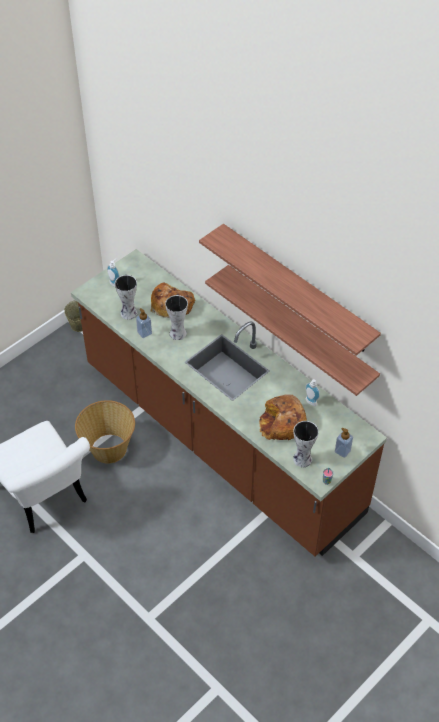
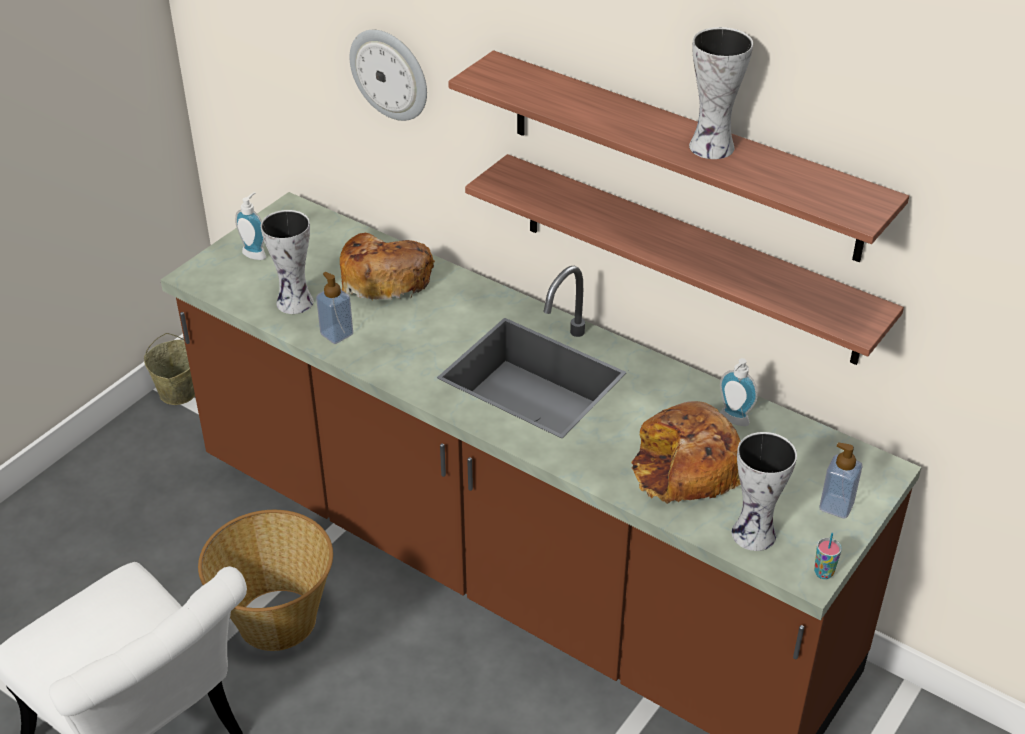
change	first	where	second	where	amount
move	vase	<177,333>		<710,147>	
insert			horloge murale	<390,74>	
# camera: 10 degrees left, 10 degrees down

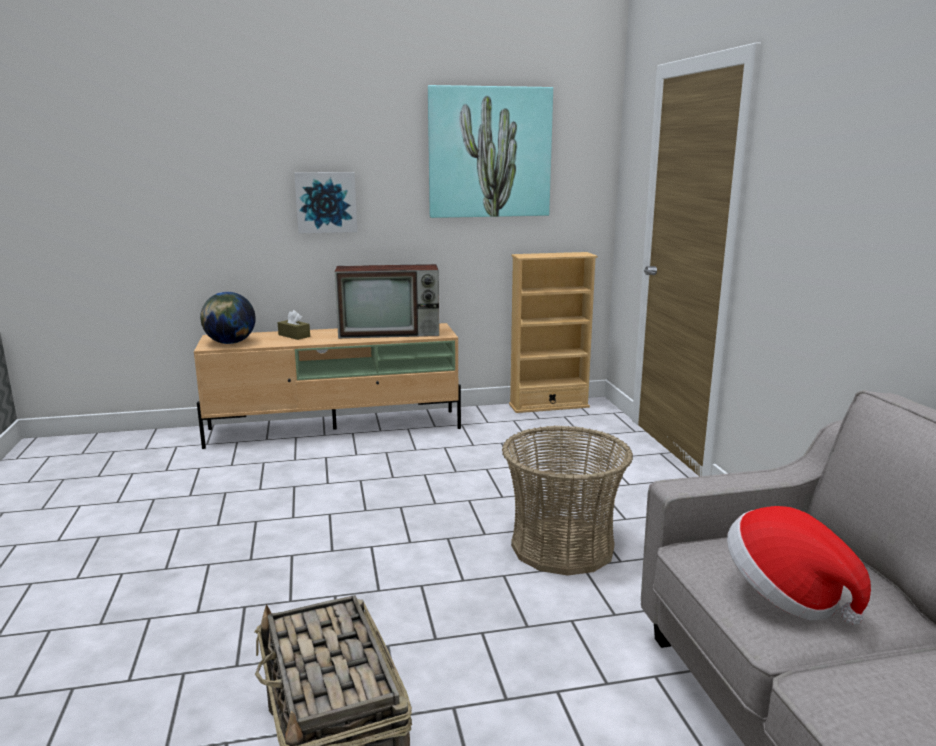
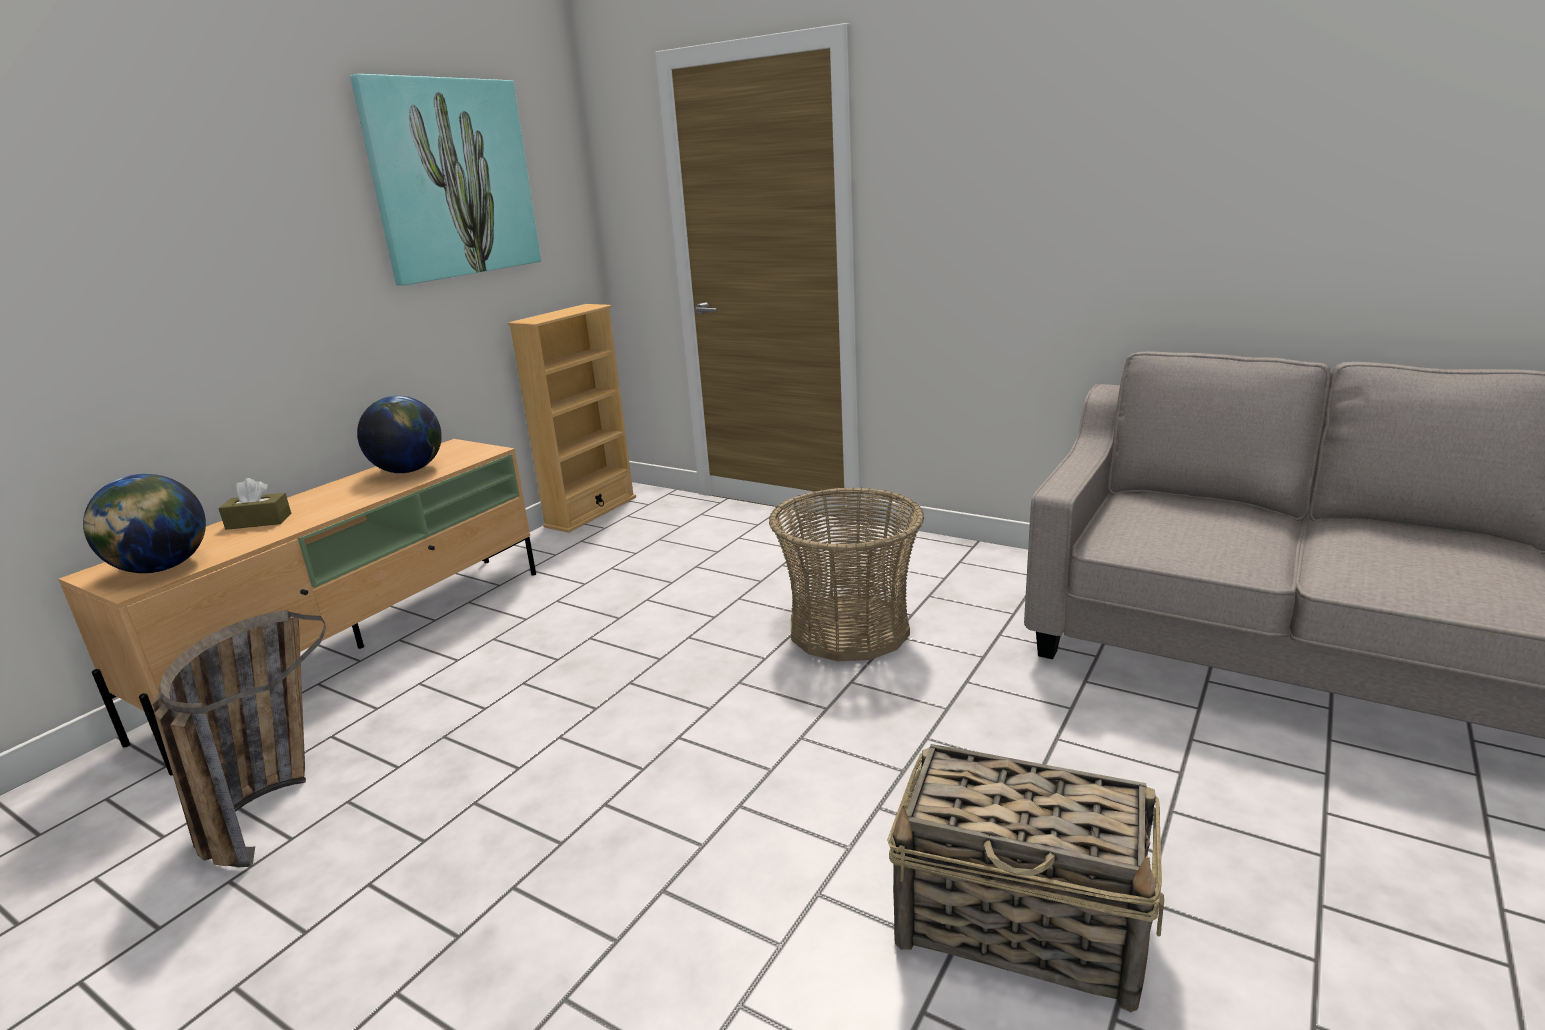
change	first	where	second	where	amount
delete	tableau	<326,202>			
replace	téléviseur	<391,332>	globe	<408,470>	
delete	chapeau	<785,595>			
insert			panier	<271,805>	
# camera: 45 degrees left, 5 degrees up

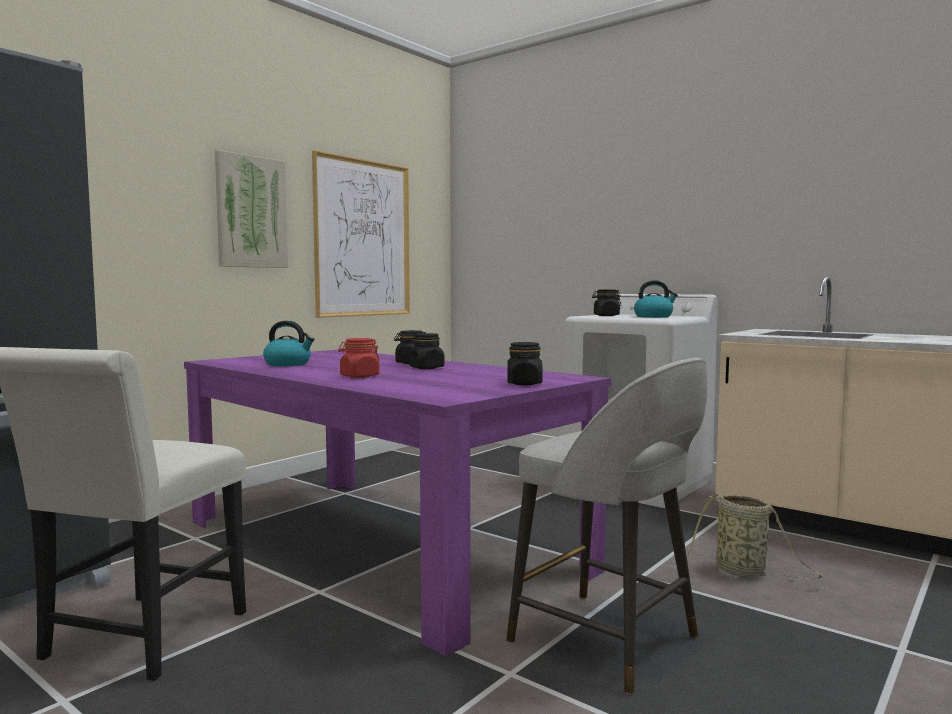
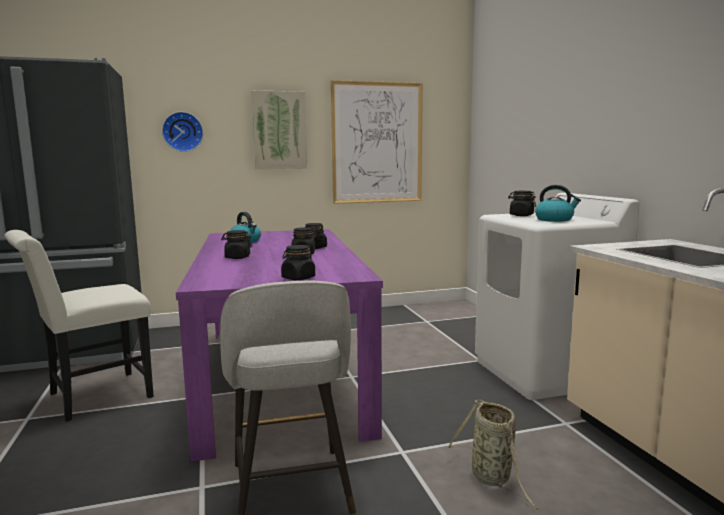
change	first	where	second	where	amount
recolor	bocal (rouge)	<359,376>	bocal (noir)	<237,257>	
insert			horloge murale	<183,132>	
# camera: 35 degrees right, 5 degrees up

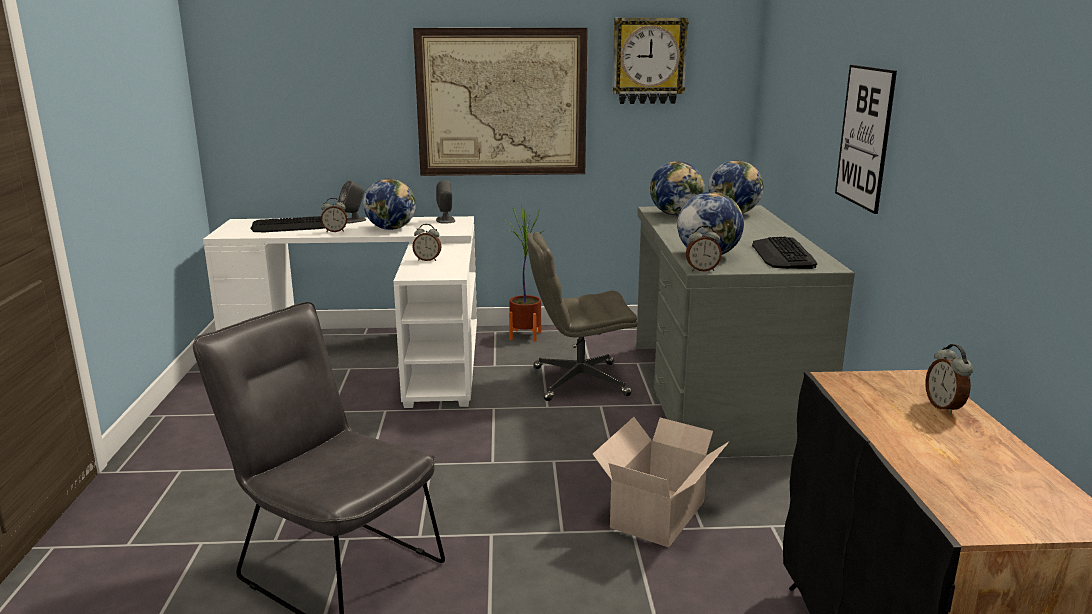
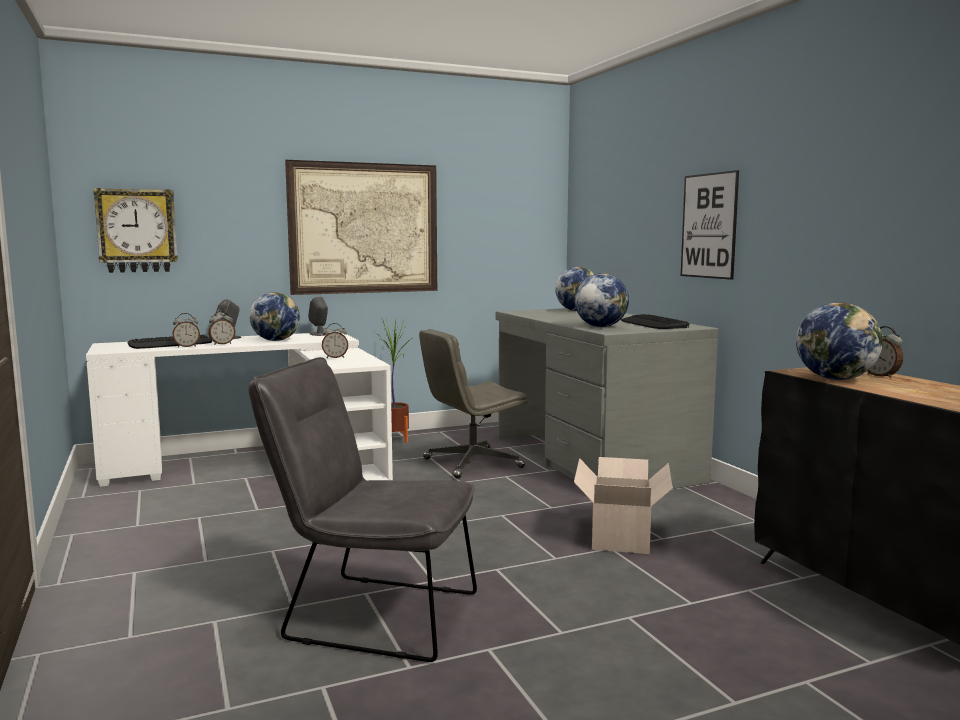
change	first	where	second	where	amount
move	horloge murale	<648,61>		<137,231>	
move	globe	<676,214>		<836,379>	
move	réveil	<702,270>		<187,347>	
# camera: 20 degrees left, 10 degrees down

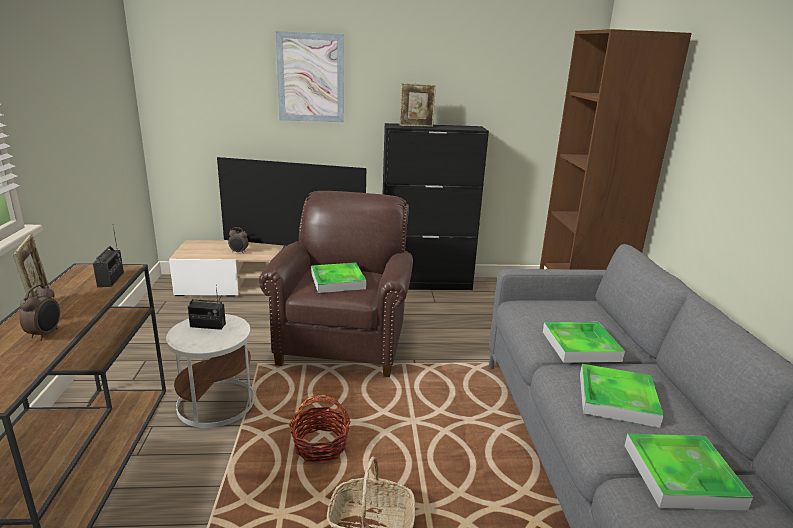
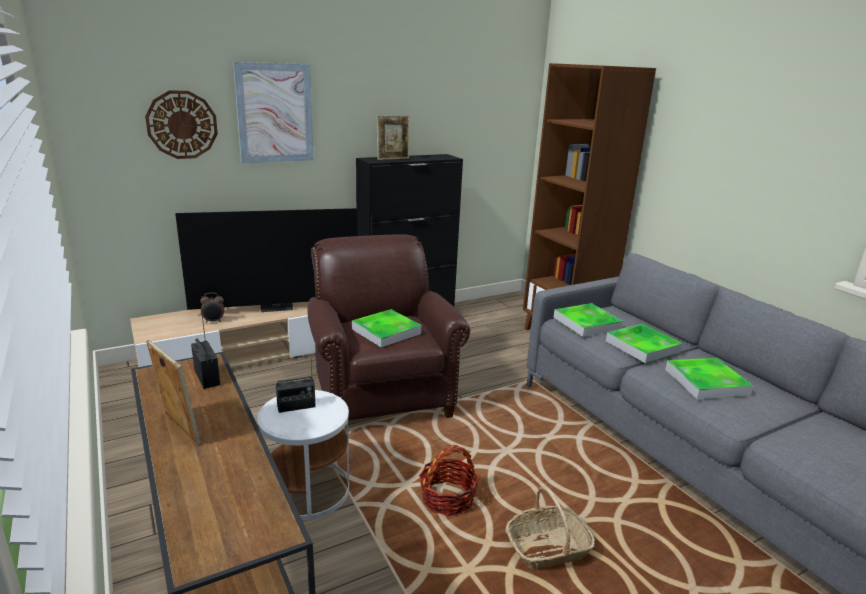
change	first	where	second	where	amount
delete	réveil	<46,334>			
move	plateau	<681,476>		<586,323>	
insert			horloge murale	<182,125>	
# camera: 25 degrees left, 0 degrees up

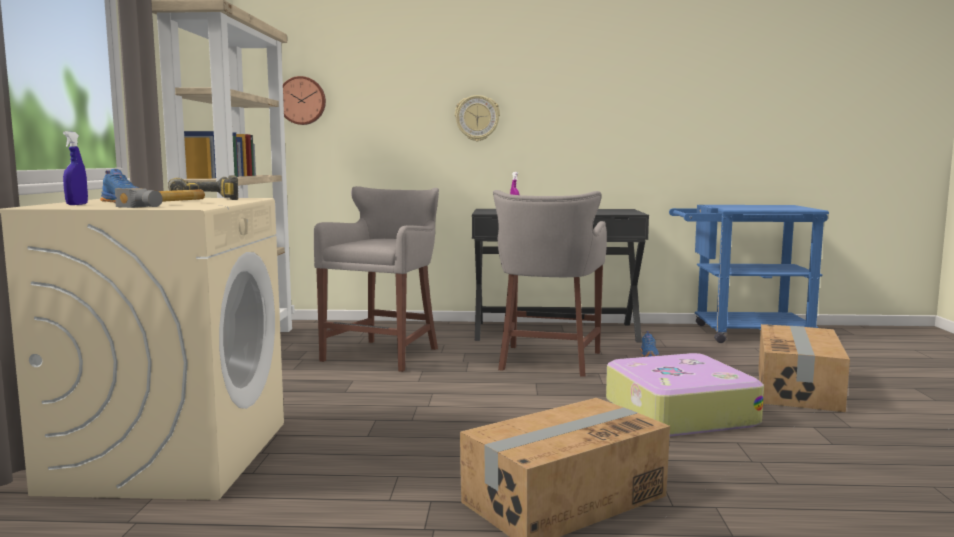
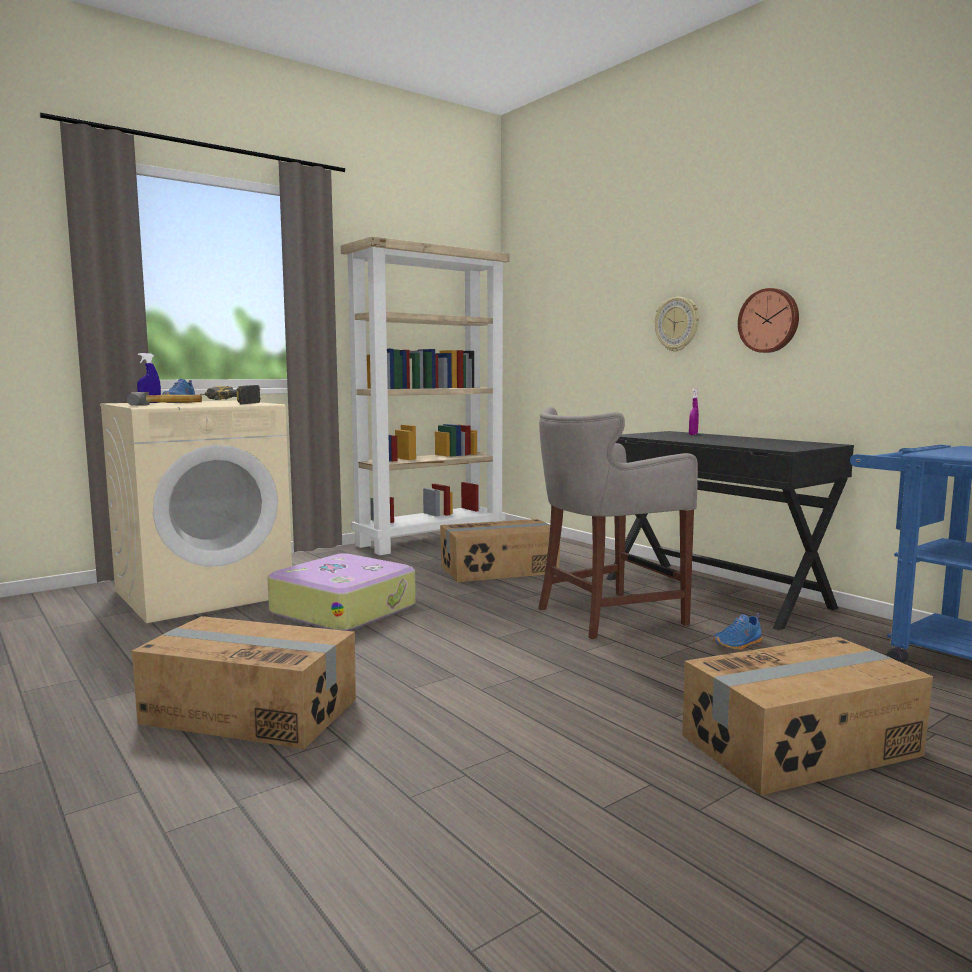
change	first	where	second	where	amount
move	horloge murale	<302,100>		<769,320>	
replace	tabouret (gris)	<384,354>	carton	<499,570>	
move	valise	<678,412>		<344,609>	
# camera: 50 degrees right, 0 degrees up

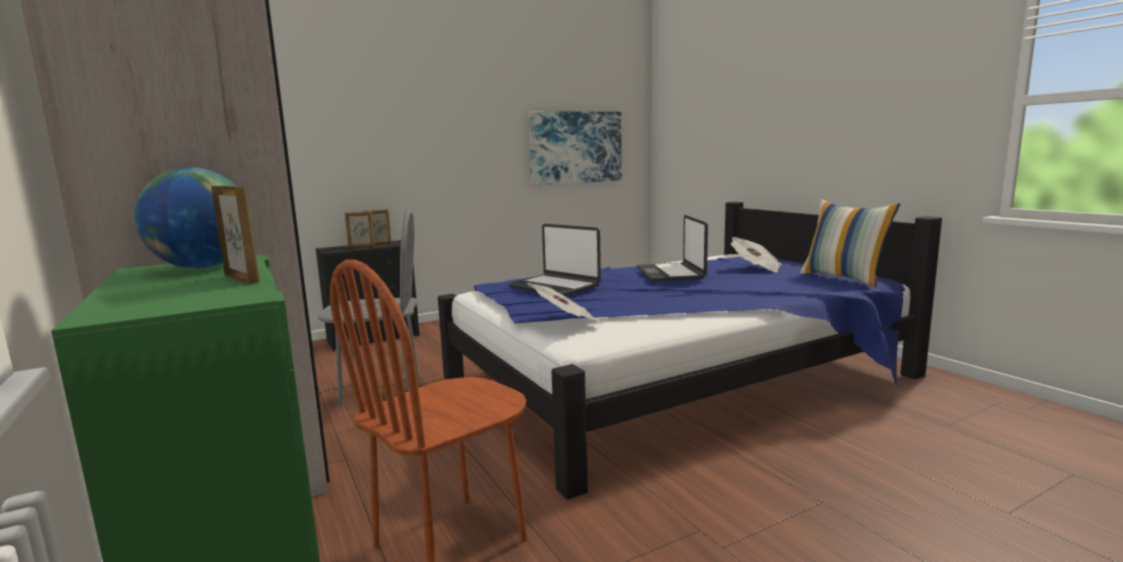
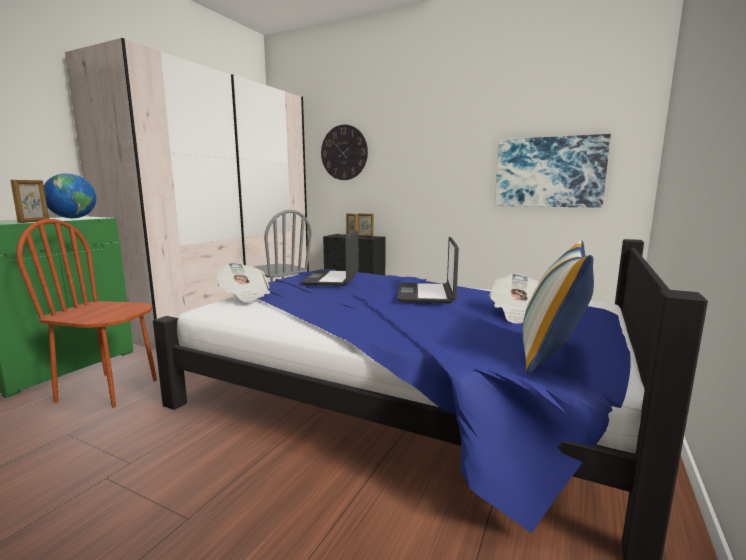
change	first	where	second	where	amount
rotate	ordinateur portable	<671,273>		<426,294>	45 degrees counterclockwise
insert			horloge murale	<344,152>	
# camera: 55 degrees right, 0 degrees up

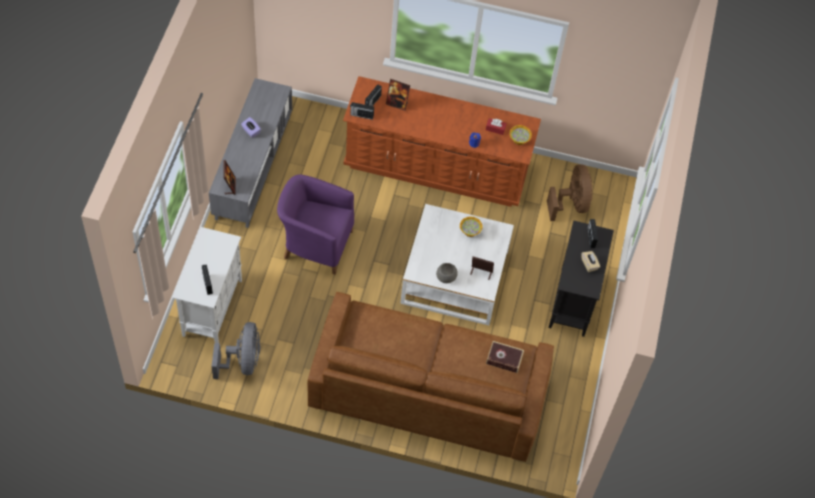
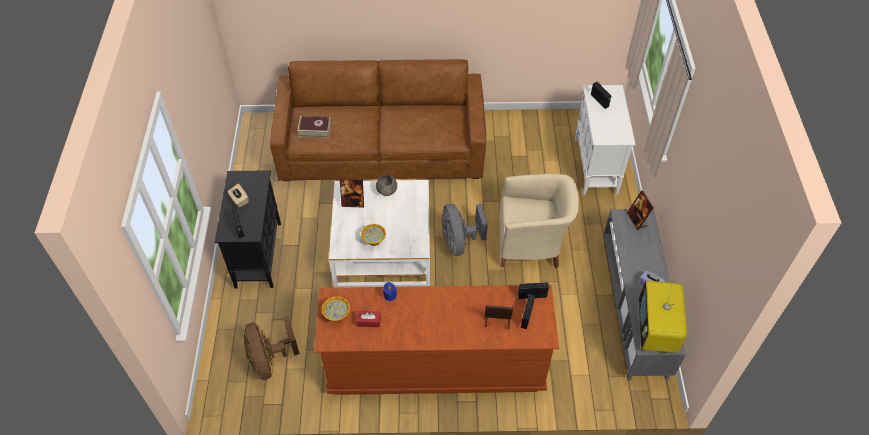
change	first	where	second	where	amount
move	ventilateur (gris)	<242,362>		<459,242>	
recolor	fauteuil (violet)	<315,243>	fauteuil (beige)	<532,244>	
insert			téléviseur	<656,330>	
# camera: 170 degrees right, 5 degrees down

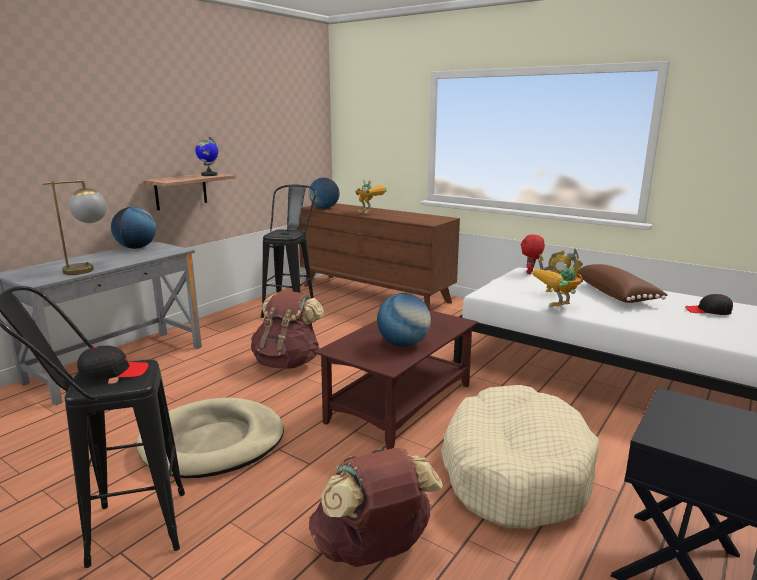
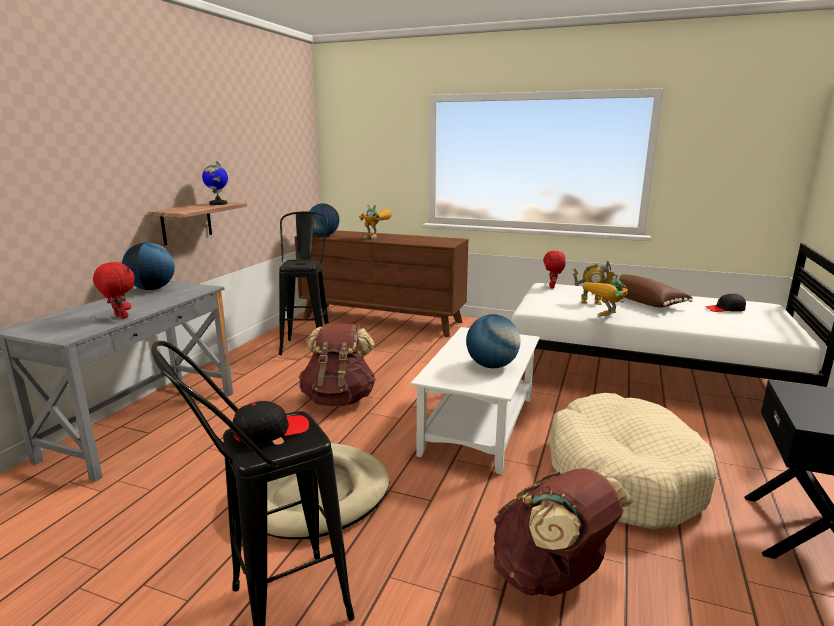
change	first	where	second	where	amount
replace	lampe de table	<89,269>	peluche (rouge)	<120,317>	
recolor	table basse (marron)	<400,402>	table basse (blanc)	<478,425>	
# camera: 15 degrees left, 0 degrees up

